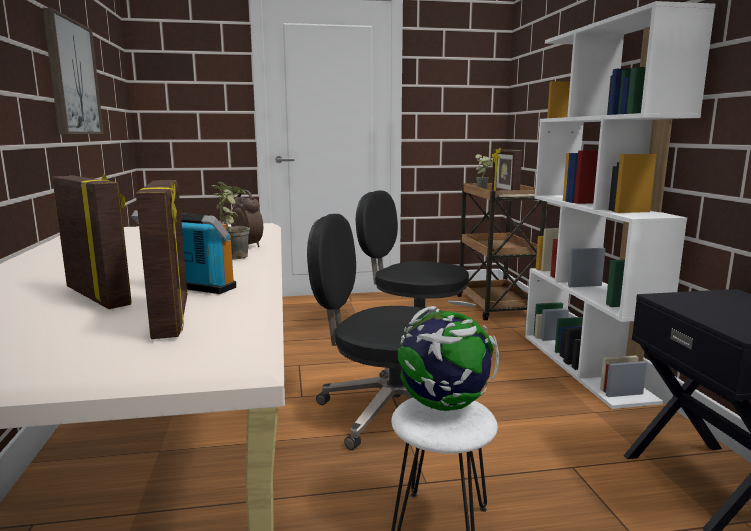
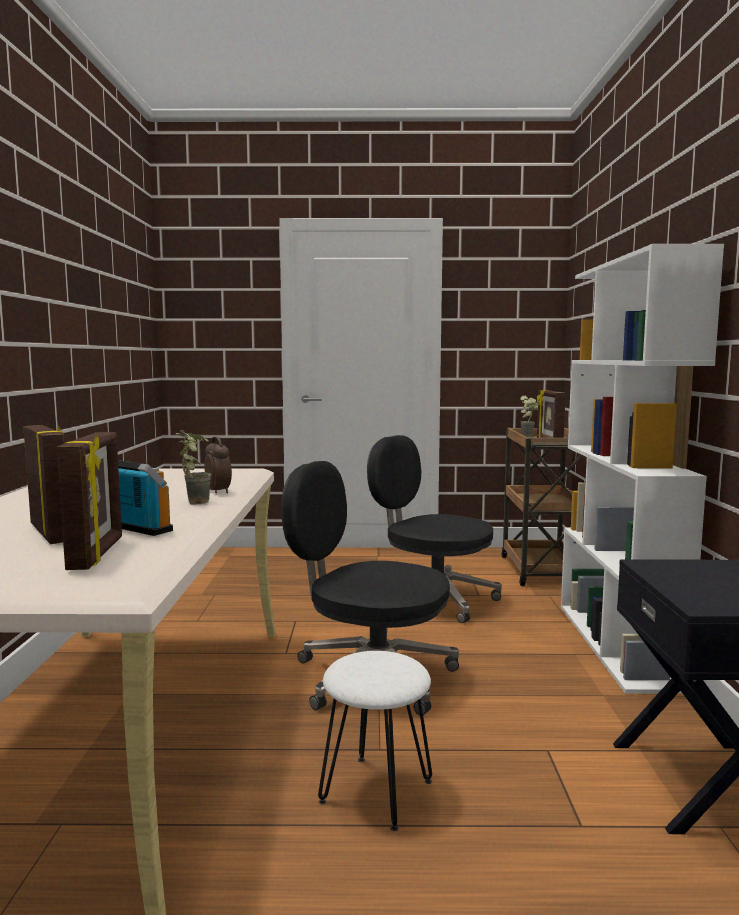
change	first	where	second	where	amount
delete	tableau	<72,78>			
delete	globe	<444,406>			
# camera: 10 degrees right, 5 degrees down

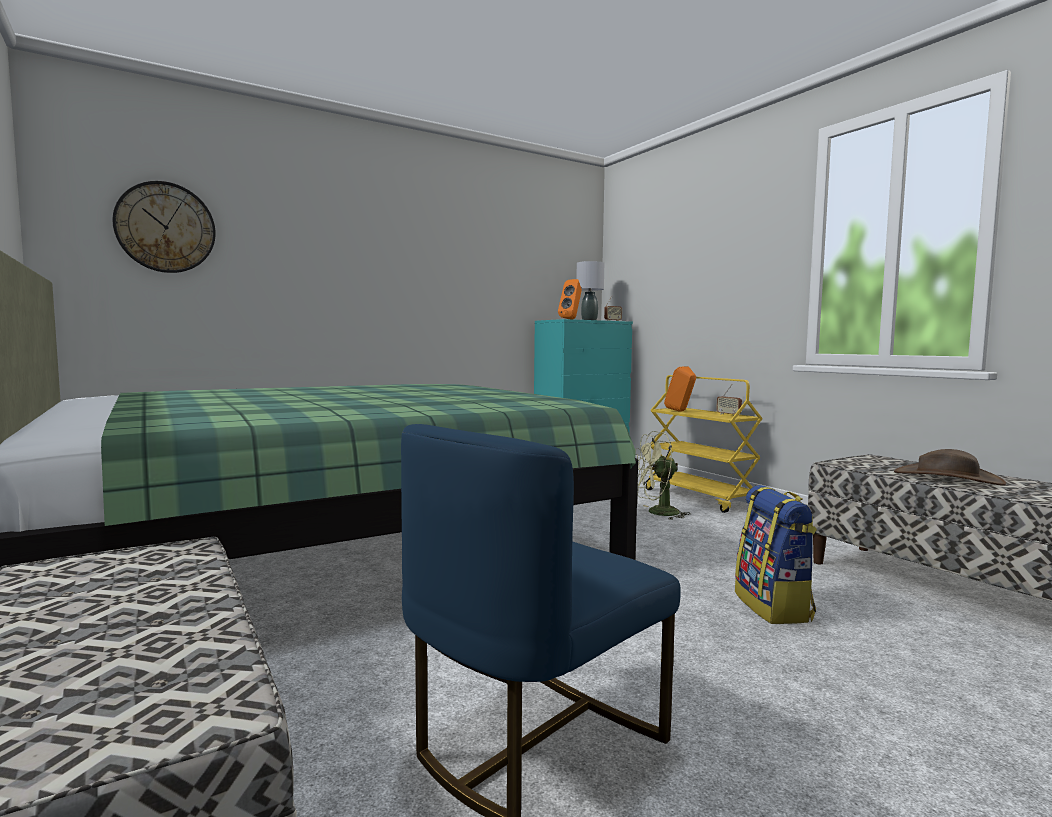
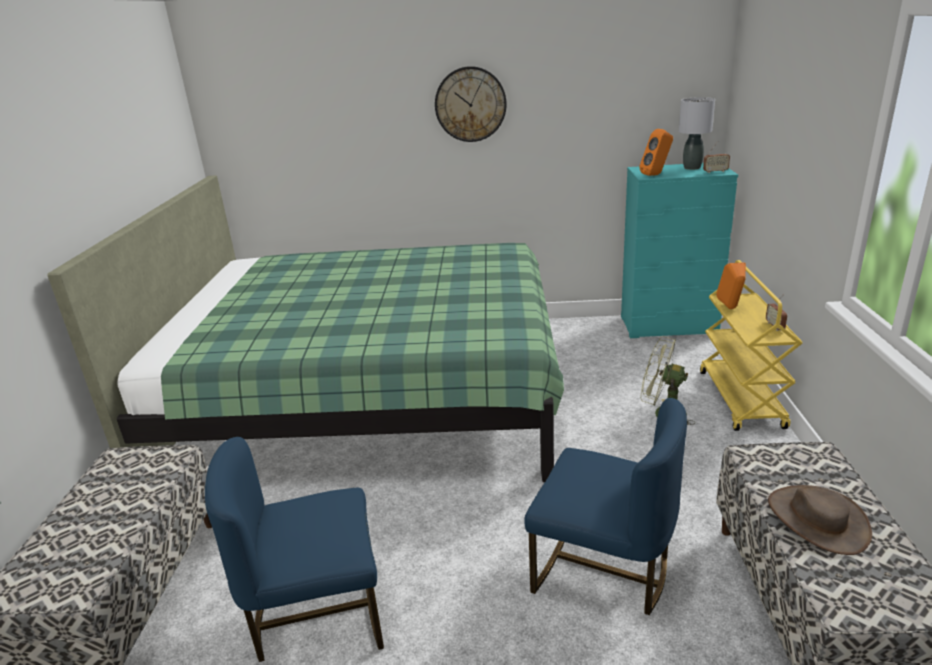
change	first	where	second	where	amount
move	horloge murale	<165,227>		<470,104>	
replace	sac à dos	<774,607>	chaise (bleu)	<603,570>	
# camera: 35 degrees right, 20 degrees up

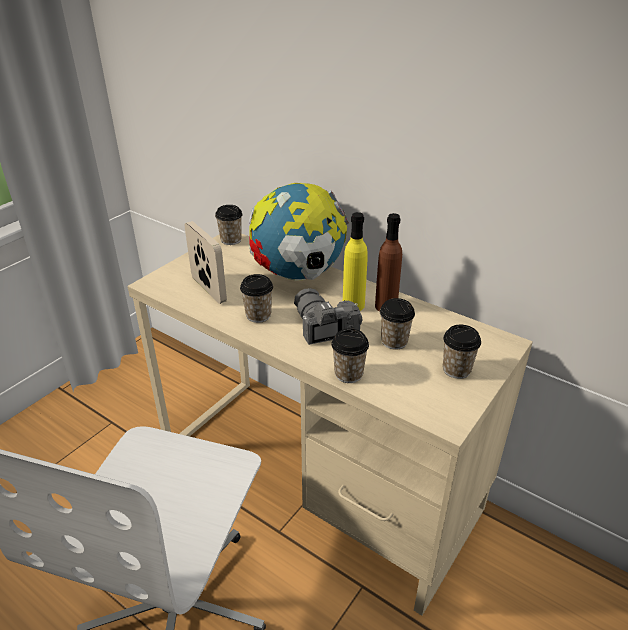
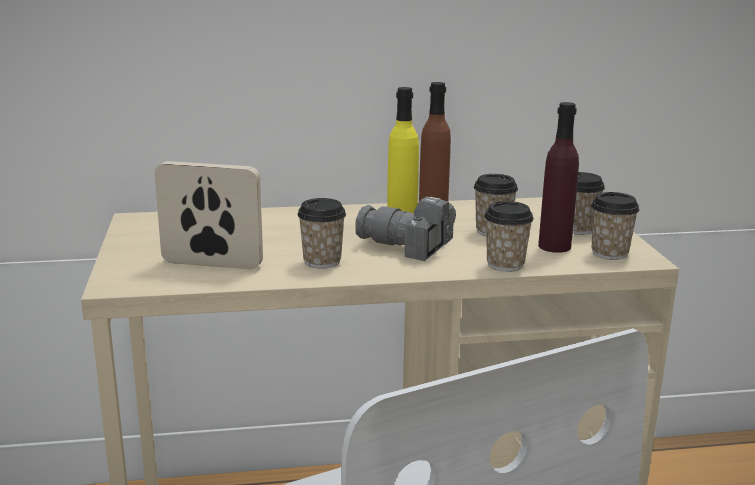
change	first	where	second	where	amount
move	tasse	<231,240>		<609,253>	
delete	globe	<298,275>			
insert			bouteille (violet)	<554,246>	
# camera: 45 degrees left, 15 degrees down

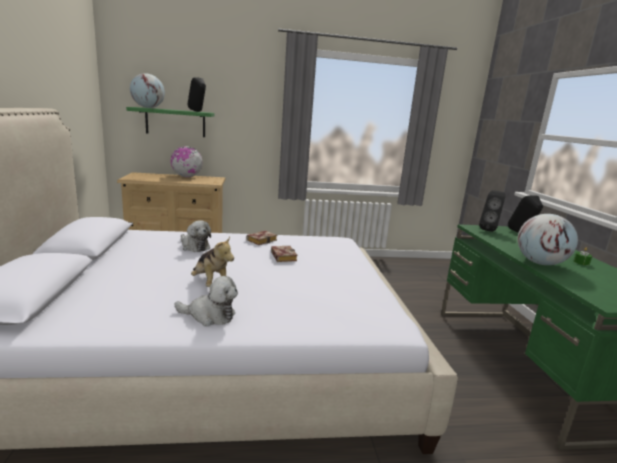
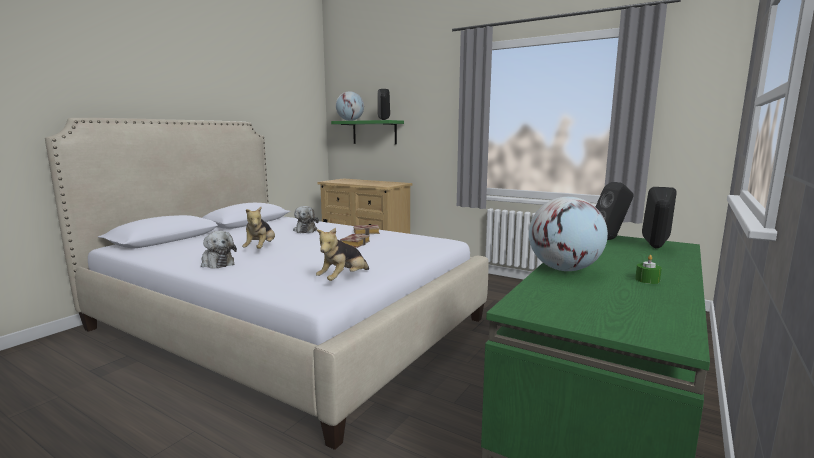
change	first	where	second	where	amount
delete	globe	<186,177>			
insert			peluche	<343,279>	
# camera: 40 degrees right, 5 degrees down

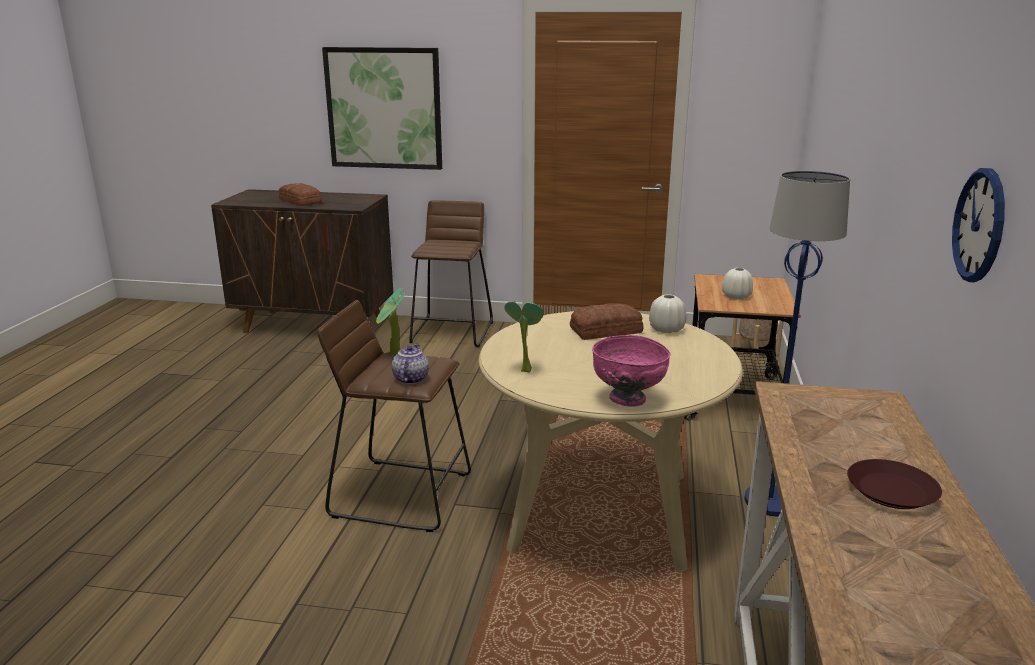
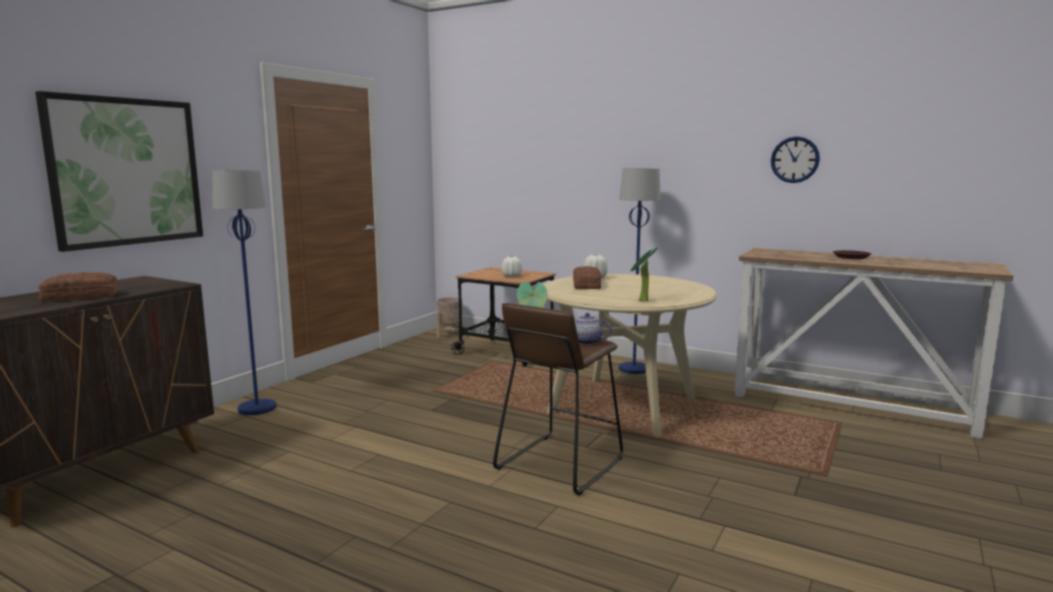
change	first	where	second	where	amount
replace	tabouret (marron)	<452,332>	lampadaire (bleu)	<257,408>	
delete	bol (rose)	<627,399>			
# camera: 70 degrees left, 10 degrees down

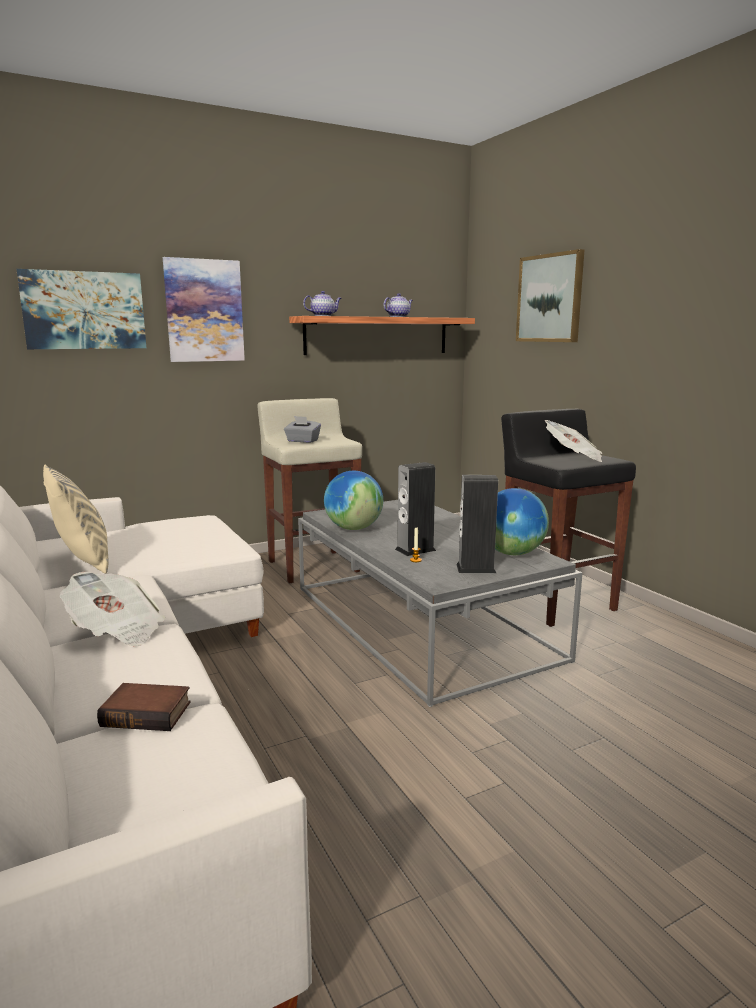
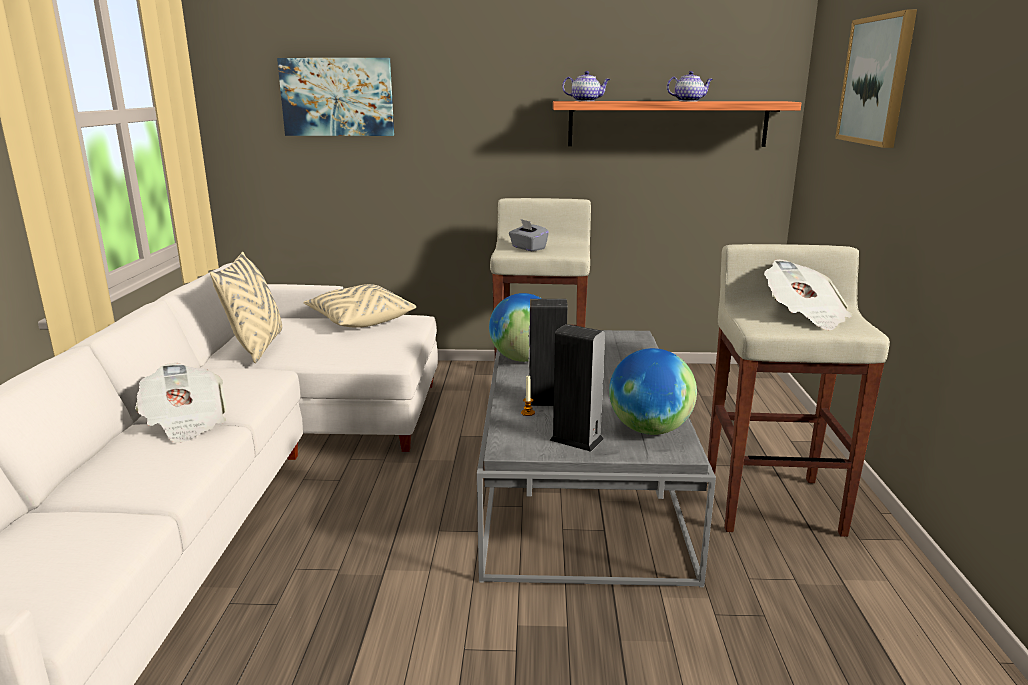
change	first	where	second	where	amount
delete	livre	<148,713>			
delete	tableau	<204,311>			
recolor	tabouret (noir)	<555,603>	tabouret (beige)	<771,503>	
insert			coussin (beige)	<360,320>	
# camera: 30 degrees right, 5 degrees up

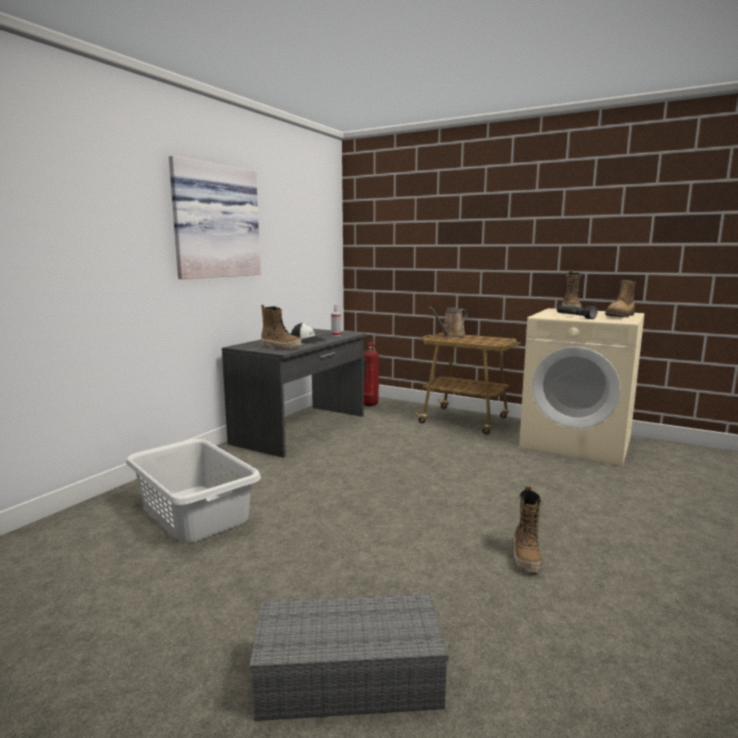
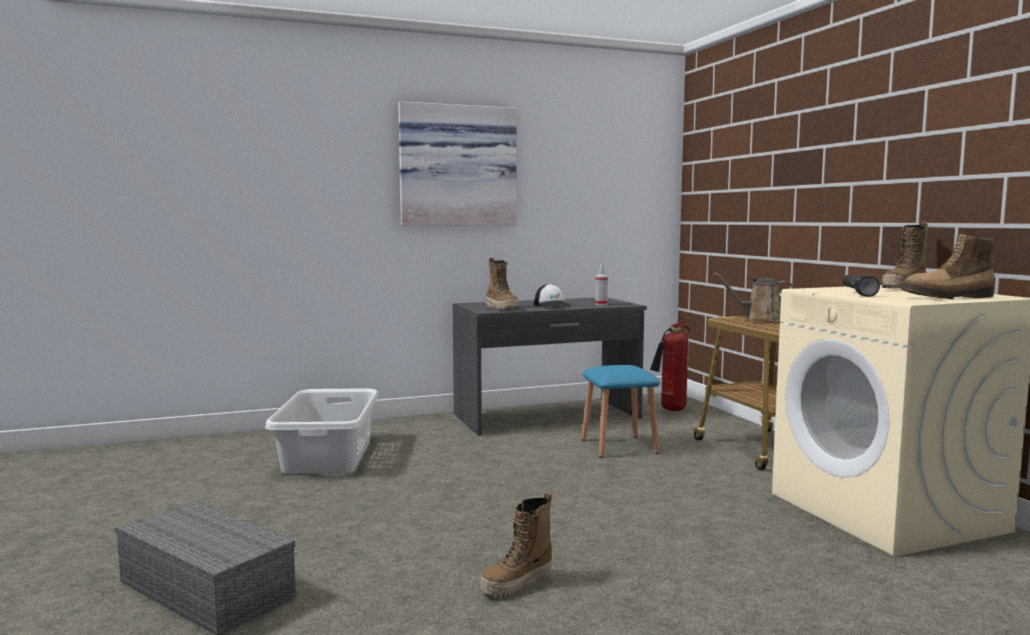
change	first	where	second	where	amount
insert			tabouret (bleu)	<619,446>	
# camera: 40 degrees right, 5 degrees down

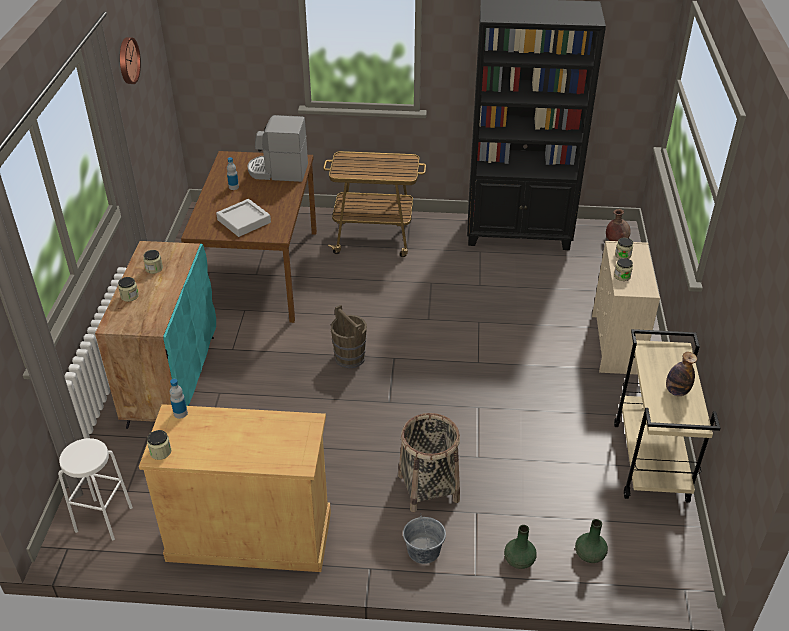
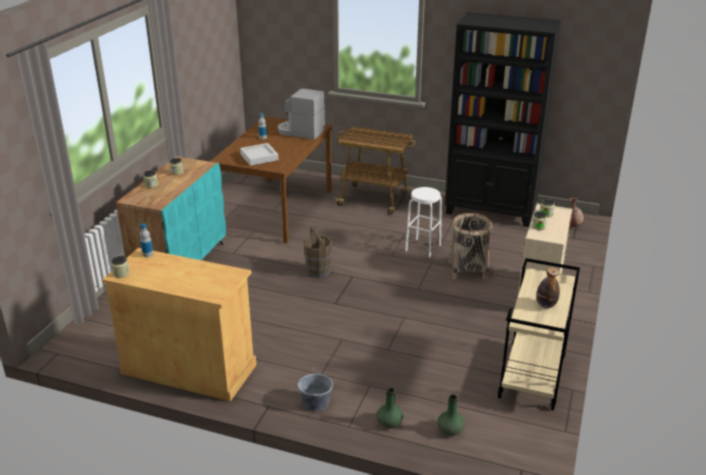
change	first	where	second	where	amount
move	tabouret (blanc)	<104,519>		<423,248>	
delete	horloge murale	<127,60>			
move	panier	<428,488>		<468,270>	
# camera: 15 degrees right, 10 degrees down

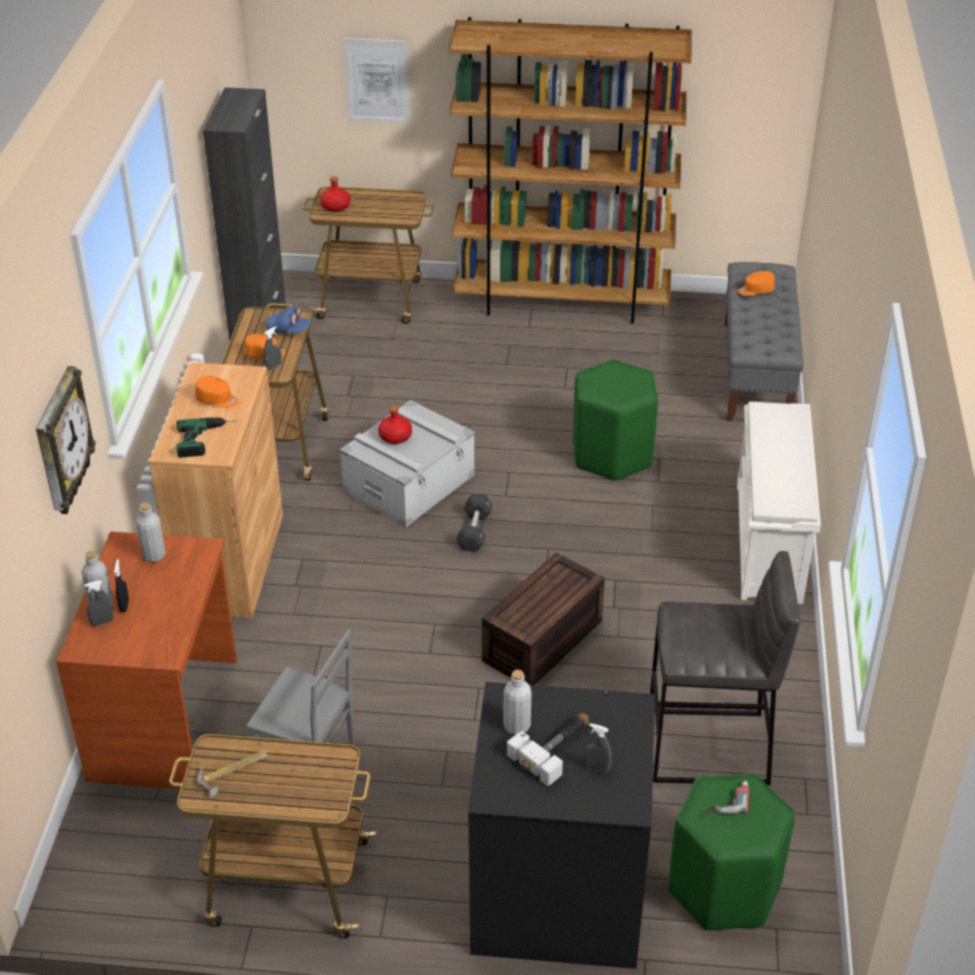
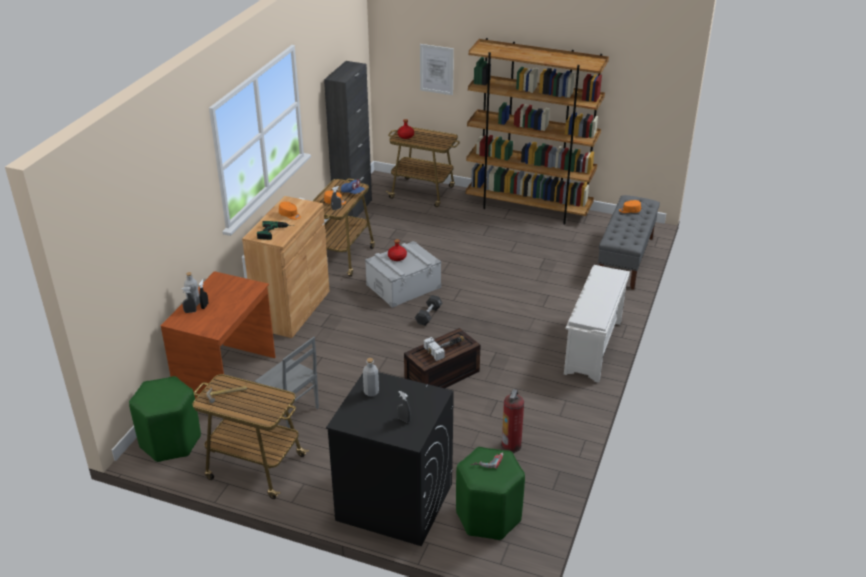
change	first	where	second	where	amount
delete	horloge murale	<61,443>			
delete	bouteille (gris)	<154,555>			
move	marteau	<555,748>		<446,348>	
move	tabouret (vert)	<611,455>		<170,442>	
replace	tabouret (gris)	<709,748>	extincteur	<511,445>	
# camera: 15 degrees right, 5 degrees down

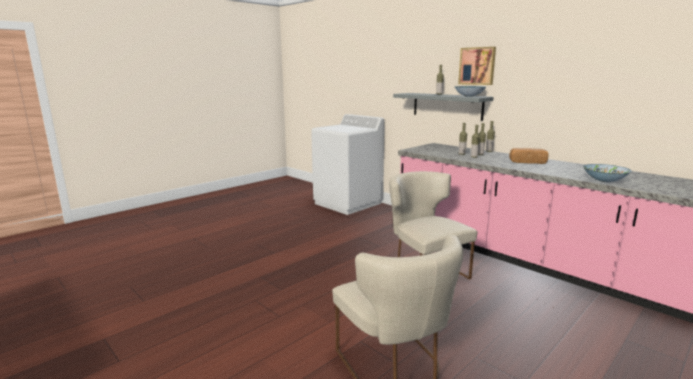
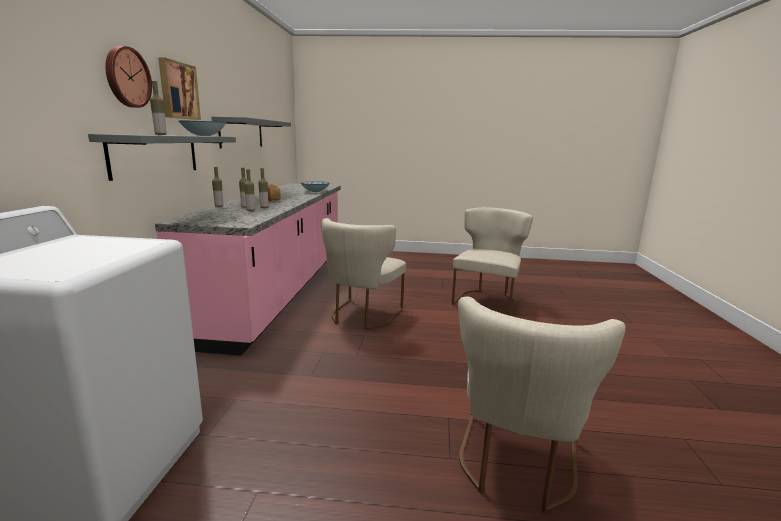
change	first	where	second	where	amount
insert			horloge murale	<126,77>	
insert			étagère (gris)	<241,133>	
insert			chaise (beige)	<516,466>	
# camera: 130 degrees left, 0 degrees up

